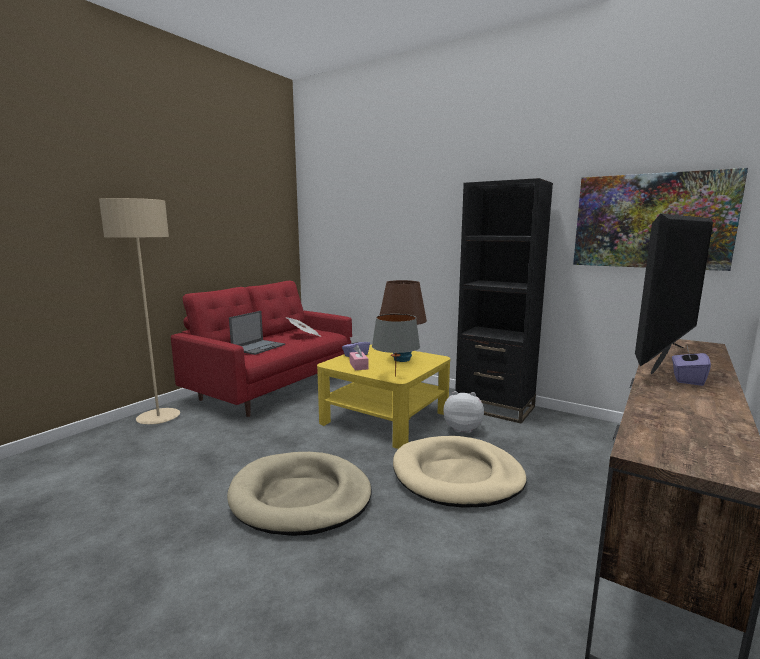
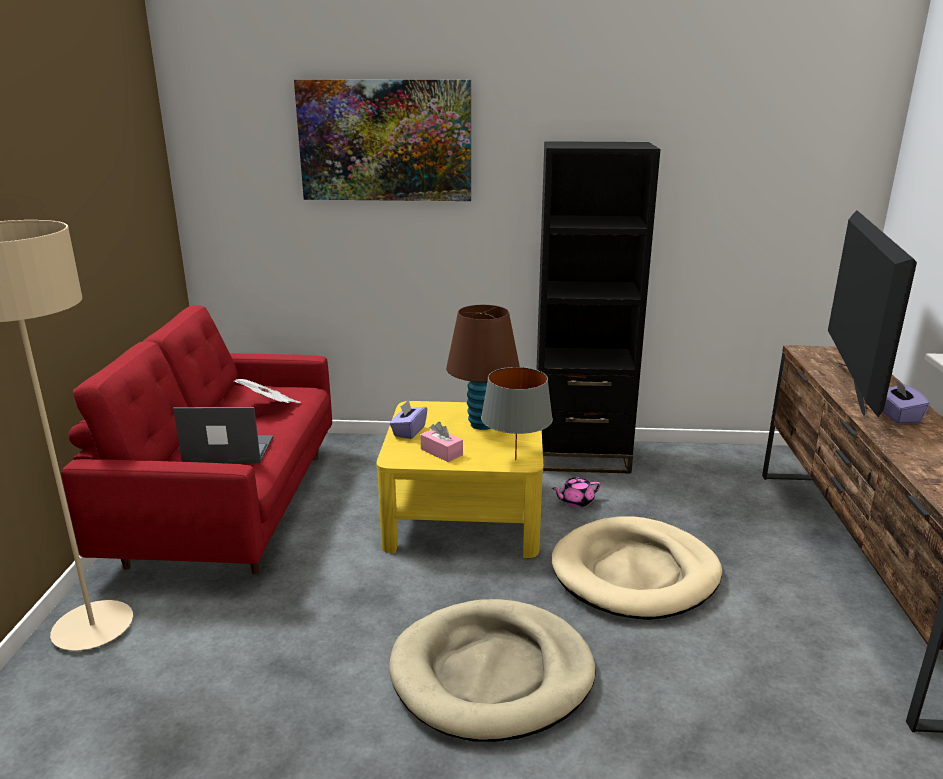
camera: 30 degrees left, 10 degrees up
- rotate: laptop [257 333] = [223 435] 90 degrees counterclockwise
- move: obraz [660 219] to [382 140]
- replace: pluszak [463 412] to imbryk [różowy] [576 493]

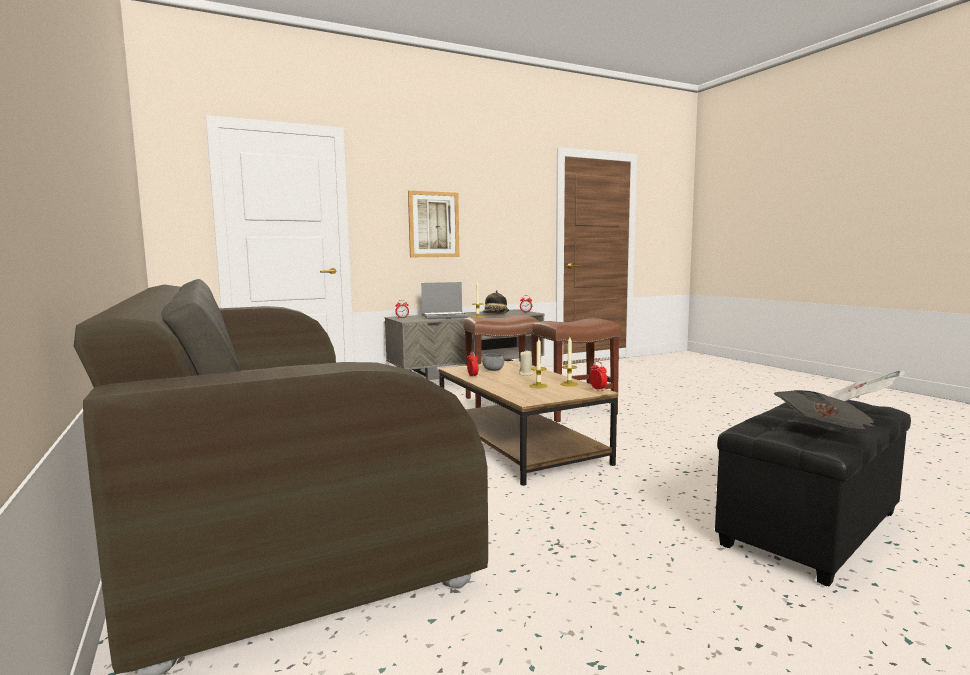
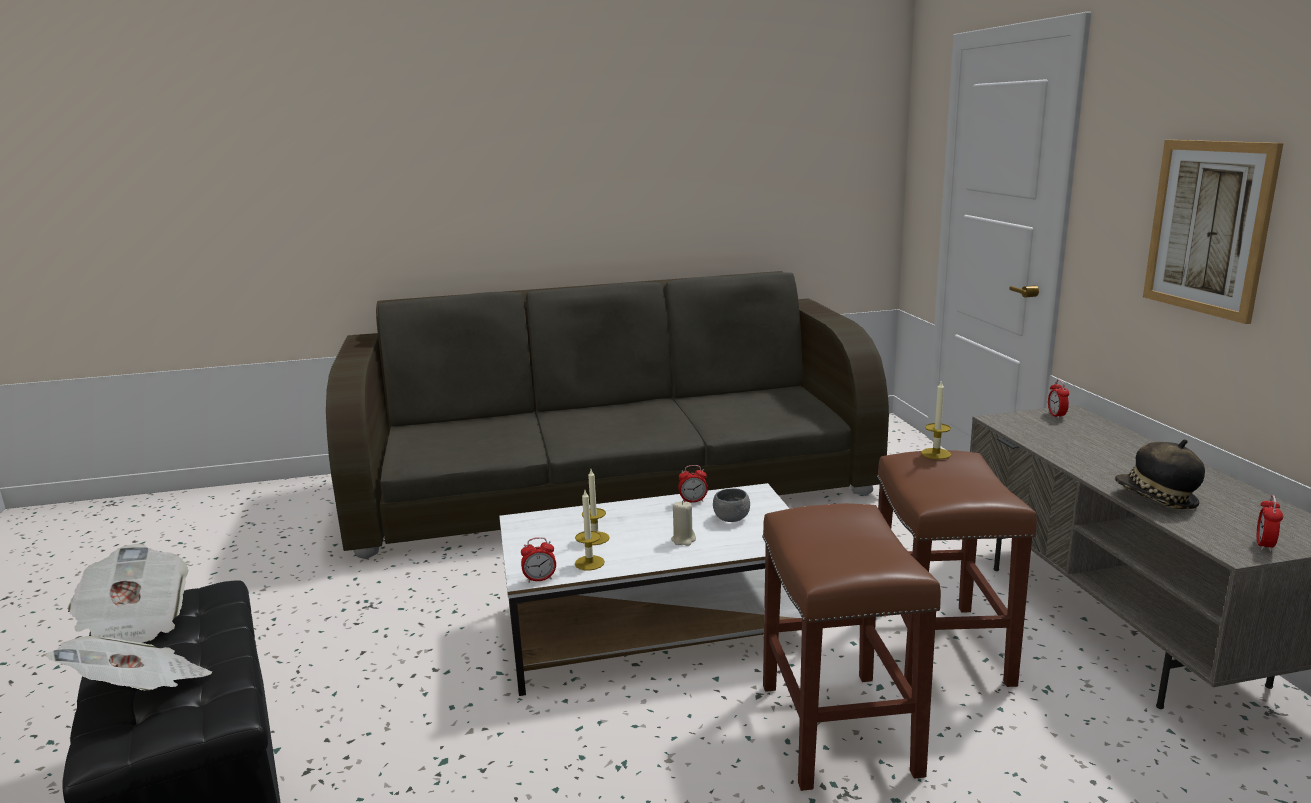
camera: 105 degrees right, 10 degrees up
- recolor: ława [brązowy] [528 423] to ława [biały] [650 589]
- delete: laptop [445 300]

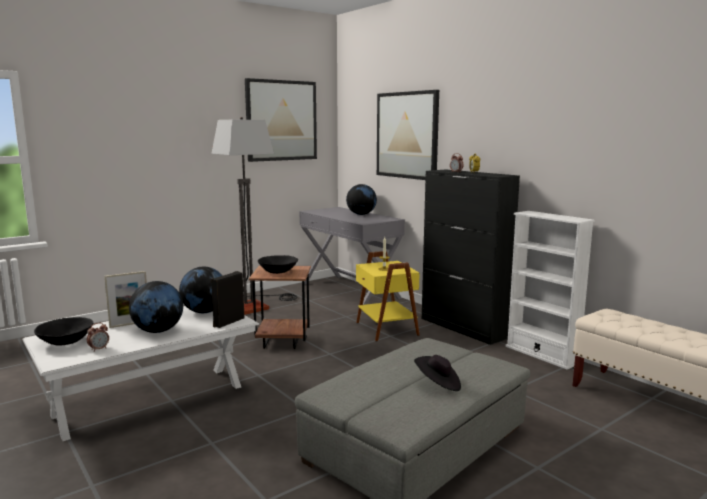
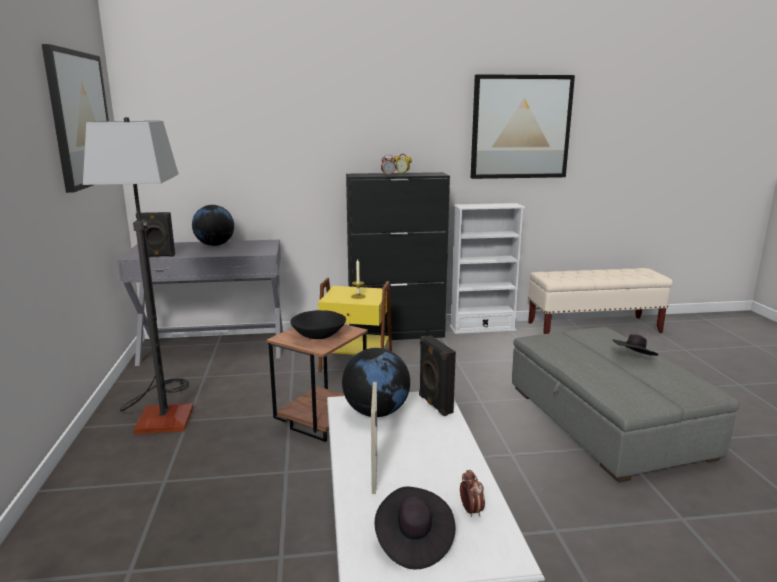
camera: 60 degrees left, 5 degrees up
- insert: głośnik [czarny] [155 234]
- replace: miska [czarny] [63 331] to kapelusz [czarny] [415 528]
- move: obraz [408 135] to [523 126]
- delete: globus [156 307]

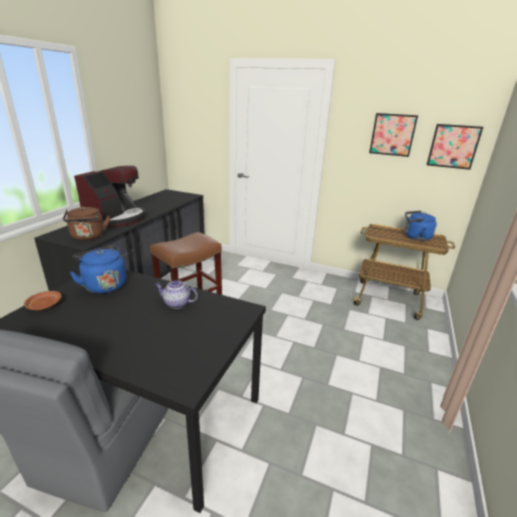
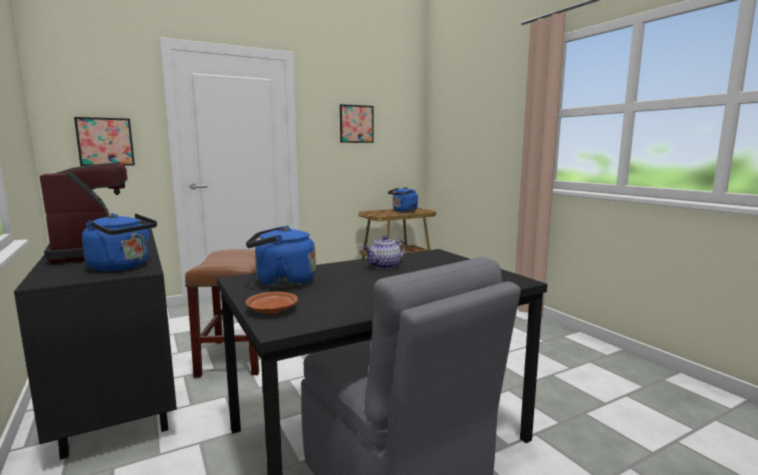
camera: 50 degrees left, 15 degrees down
- move: obraz [455 147] to [104 141]
- recolor: czajnik [brązowy] [86 223] to czajnik [niebieski] [119 242]

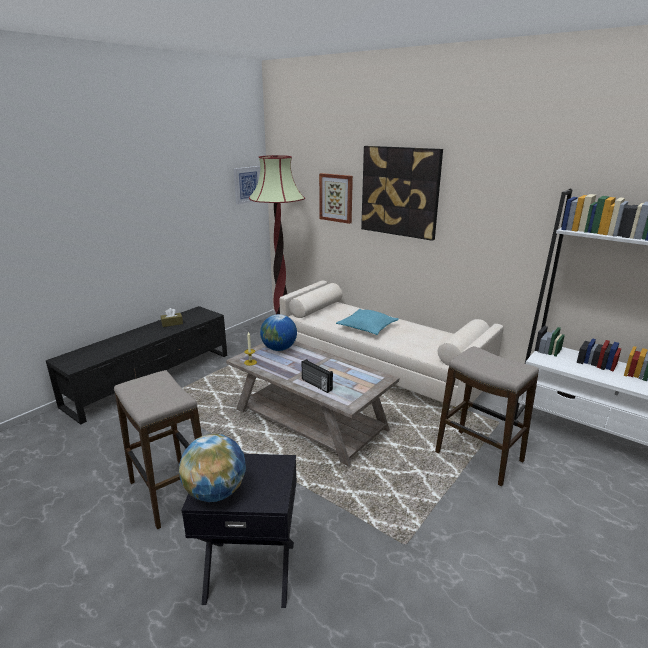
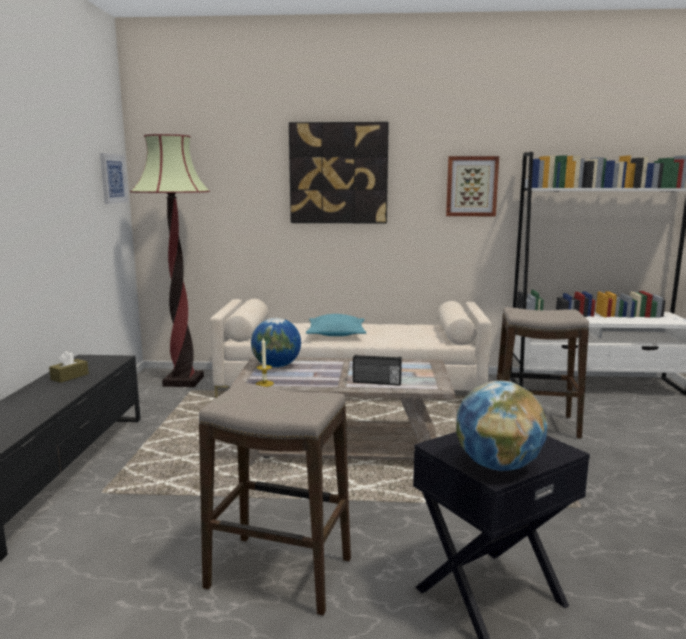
camera: 35 degrees left, 10 degrees down
- move: obraz [336 198] to [472 186]

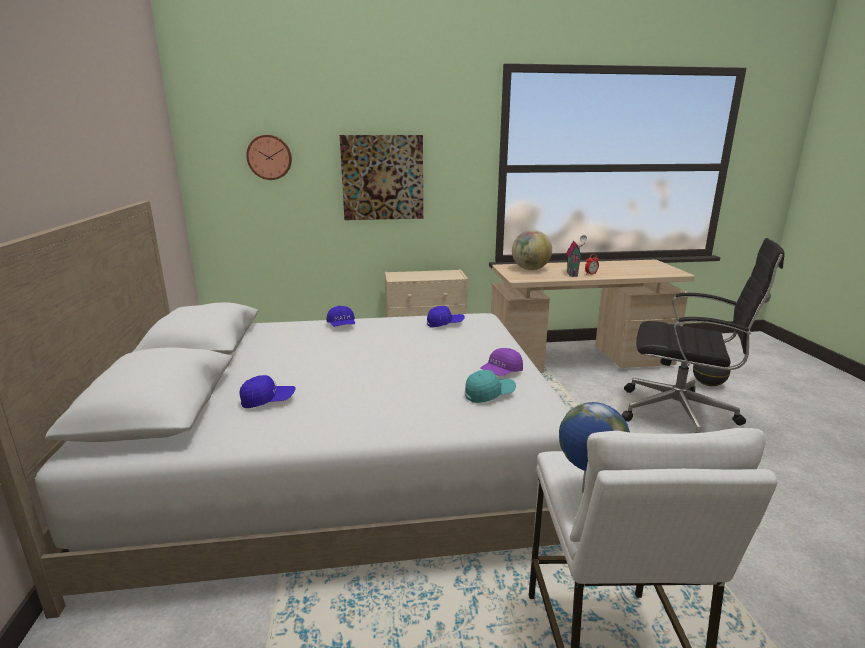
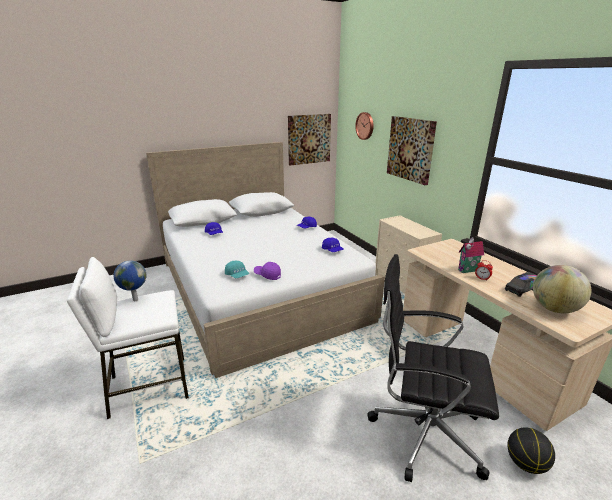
camera: 70 degrees right, 5 degrees up
- insert: obraz [309 139]
- rotate: krzesło biurowe [czarny] [703 335] = [433 368] 105 degrees clockwise
- insert: ciężarówka zabawkowa [521 284]
- move: globus [532 250] to [562 289]

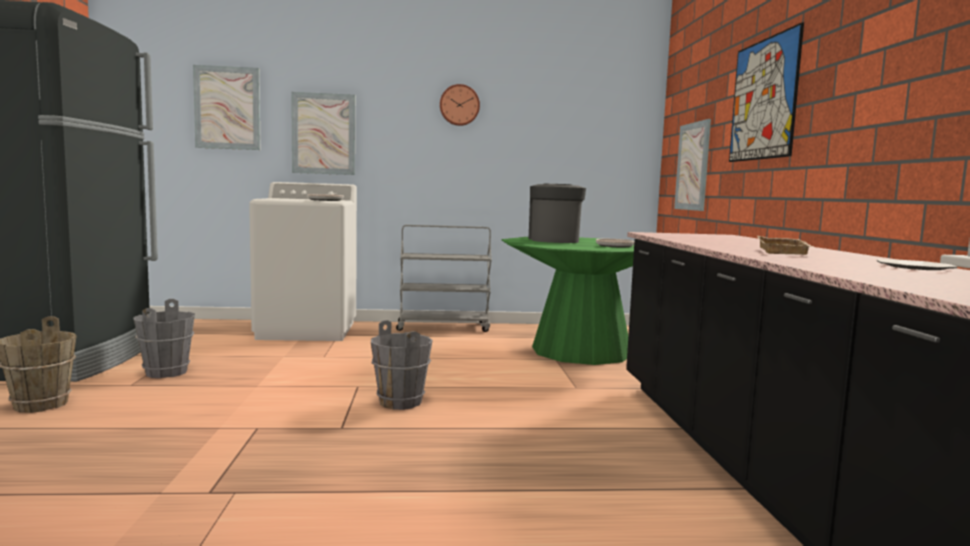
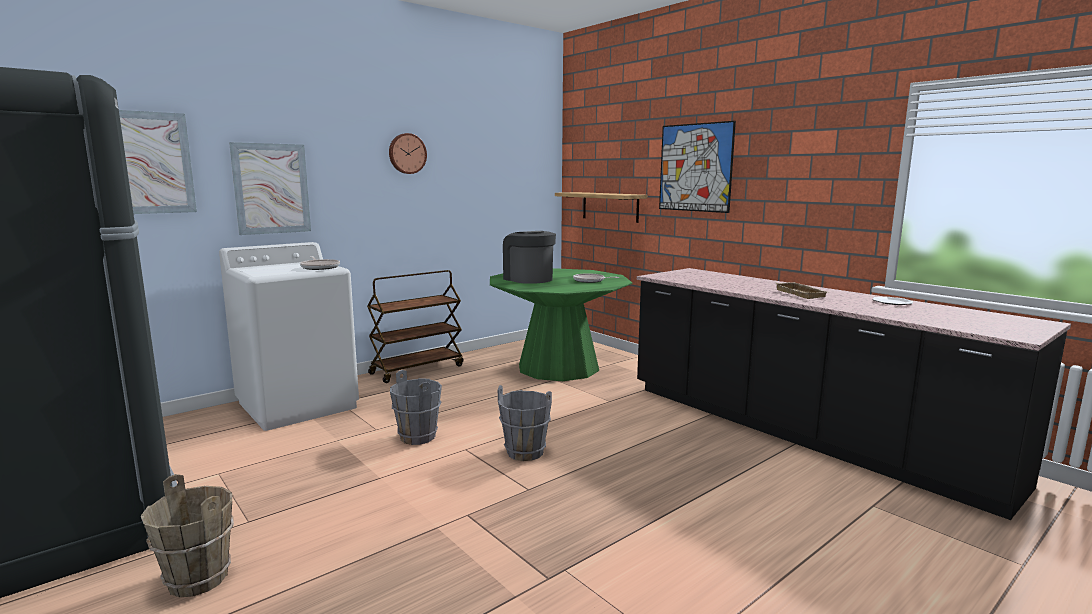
camera: 35 degrees left, 5 degrees up
- recolor: wózek [szary] [443 278] to wózek [brązowy] [415 326]
- move: wiadro [szary] [164 338] to [416 407]
- replace: obraz [692 165] to półka [601 207]

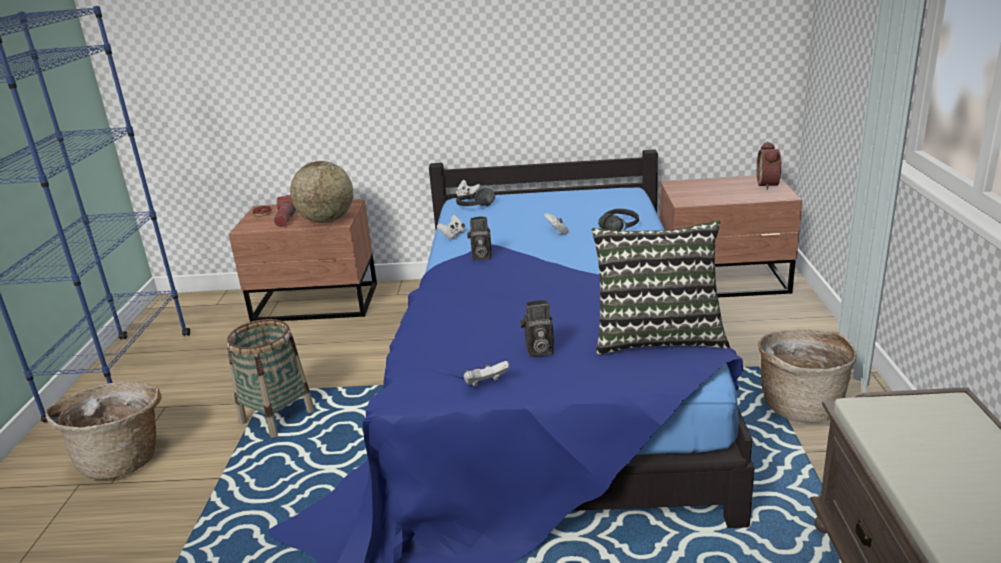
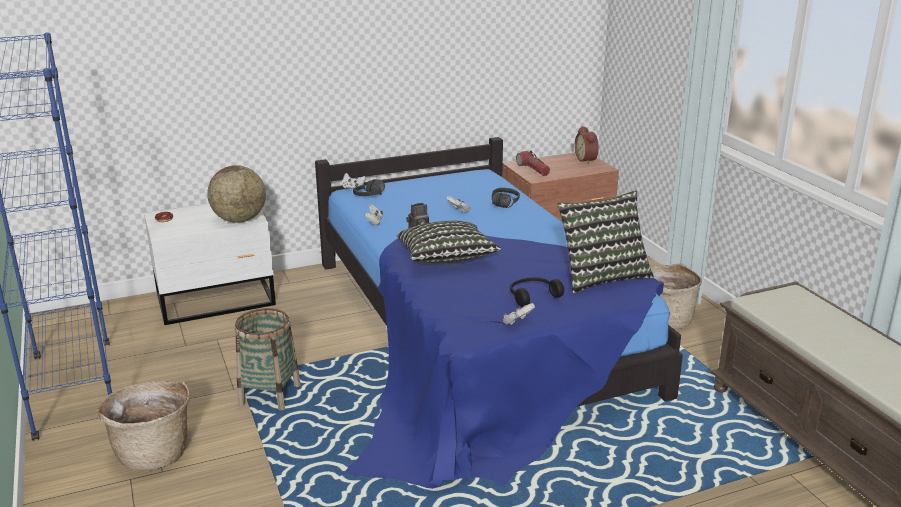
camera: 25 degrees left, 0 degrees up
- recolor: szafka nocna [brązowy] [303 260] to szafka nocna [biały] [210 264]
- insert: poduszka [449 242]
- replace: aparat fotograficzny [537 328] to słuchawki [czarny] [537 292]
- move: latarka [285 211] to [533 163]

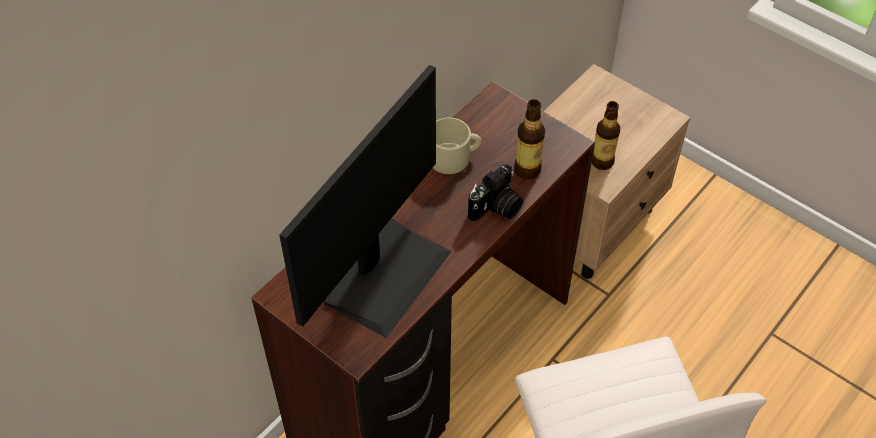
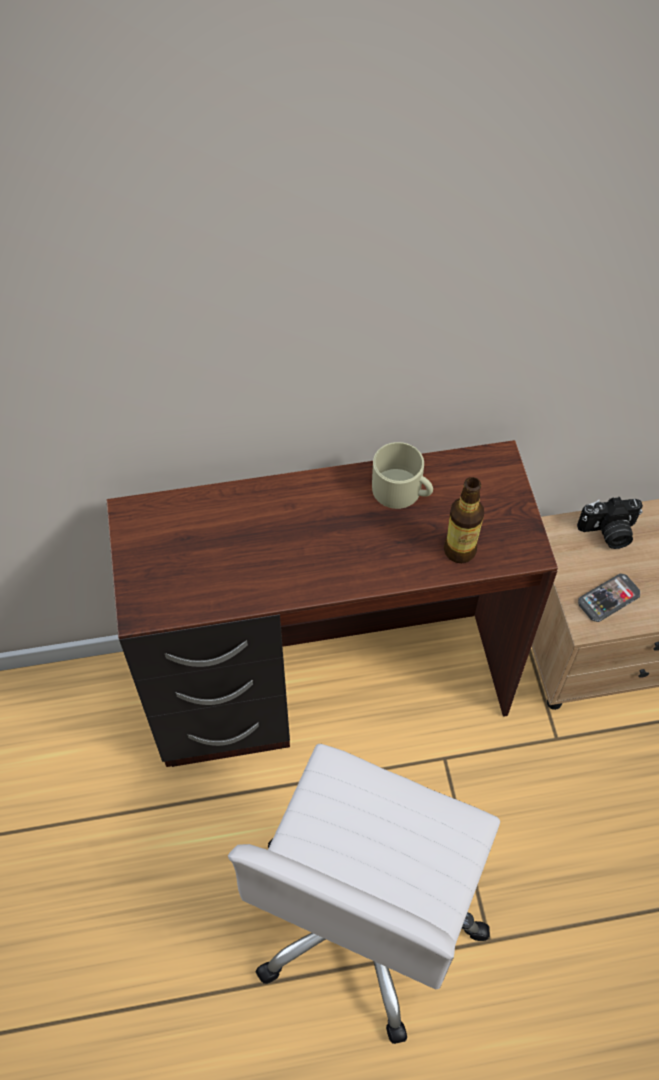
camera: 40 degrees right, 5 degrees up
- move: aparat fotograficzny [495 192] to [610 523]
- replace: butelka [606 135] to telefon [609 598]
- delete: monitor [365 201]

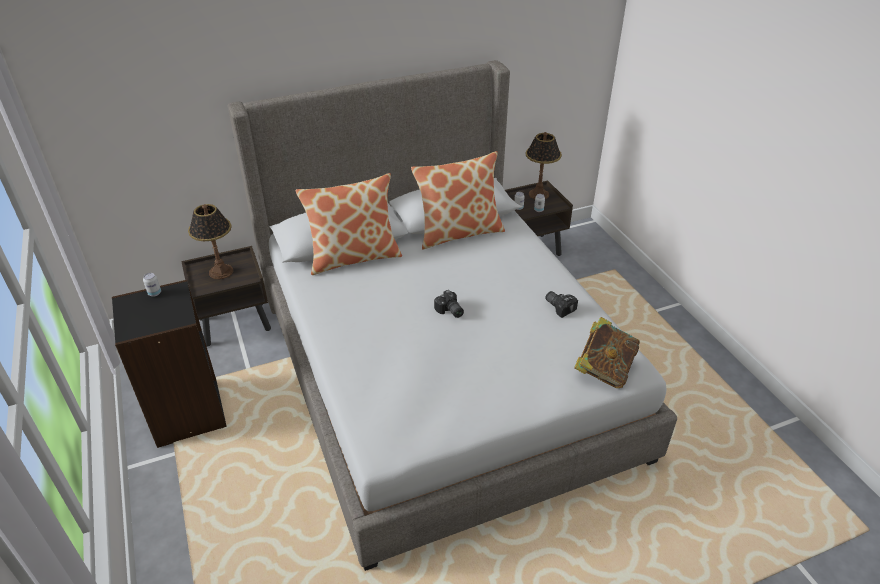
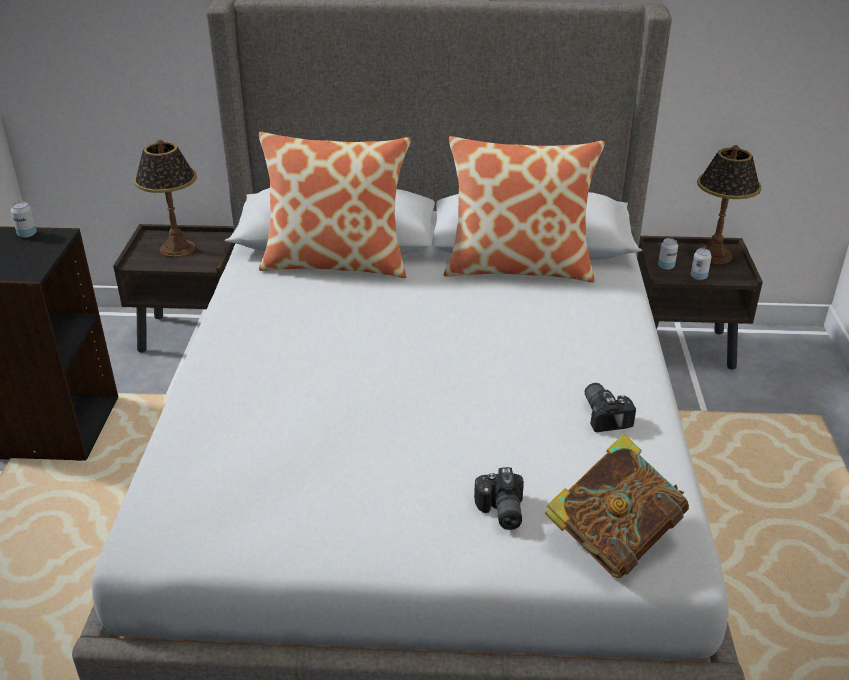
camera: 25 degrees right, 5 degrees down
- move: aparat fotograficzny [449 304] to [499 498]

